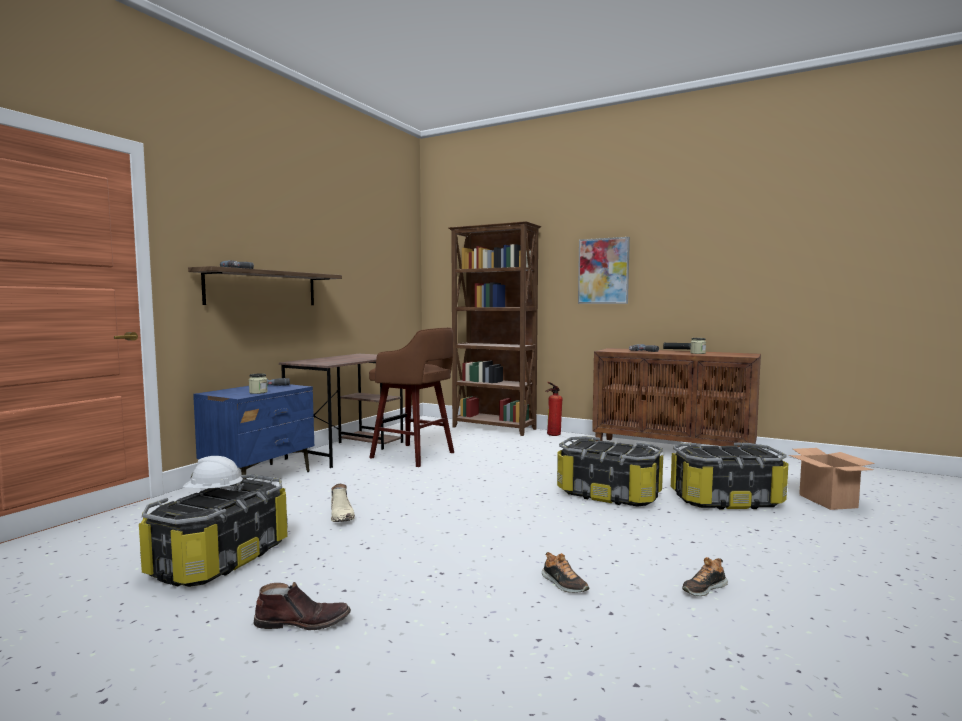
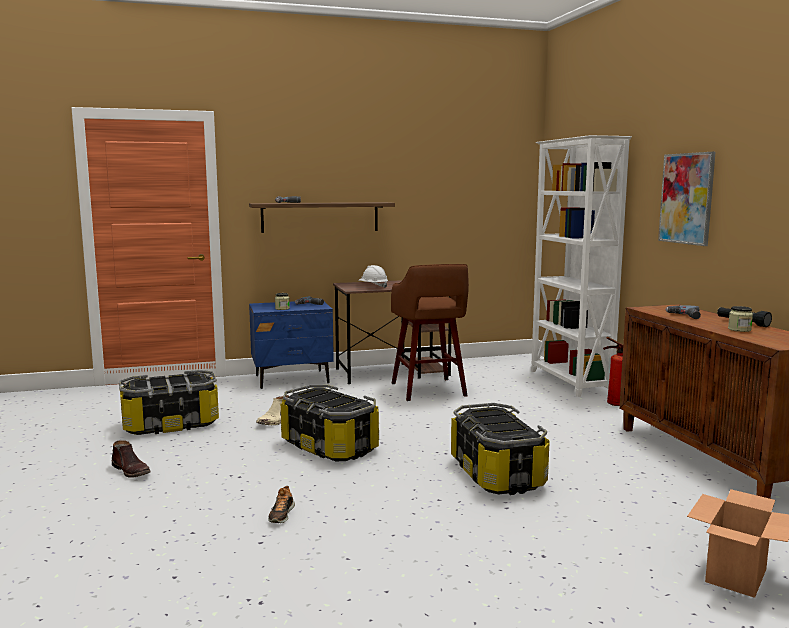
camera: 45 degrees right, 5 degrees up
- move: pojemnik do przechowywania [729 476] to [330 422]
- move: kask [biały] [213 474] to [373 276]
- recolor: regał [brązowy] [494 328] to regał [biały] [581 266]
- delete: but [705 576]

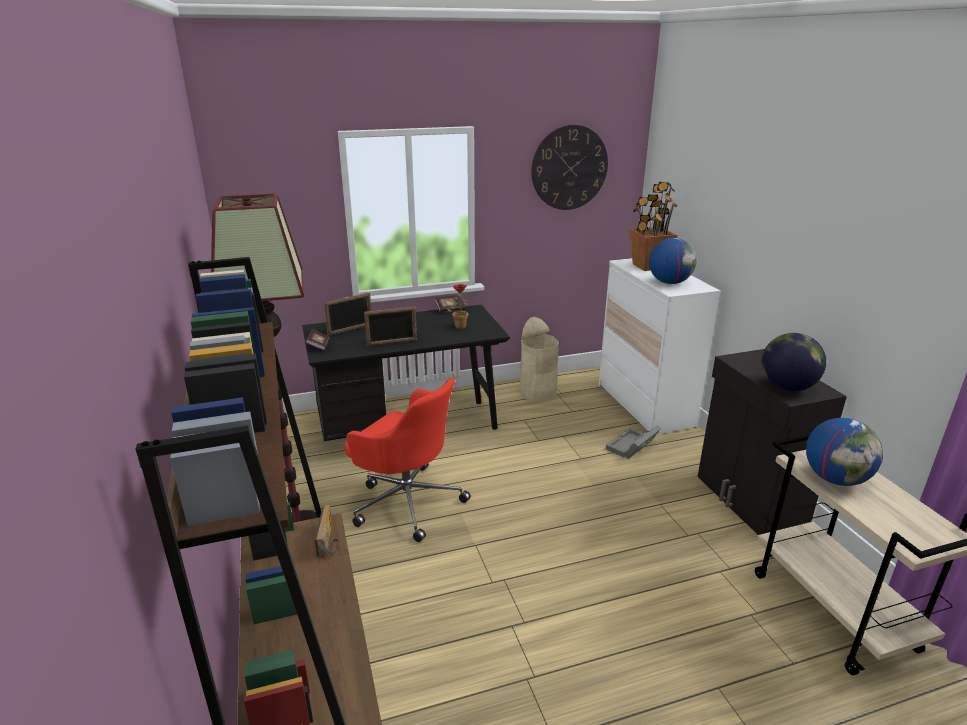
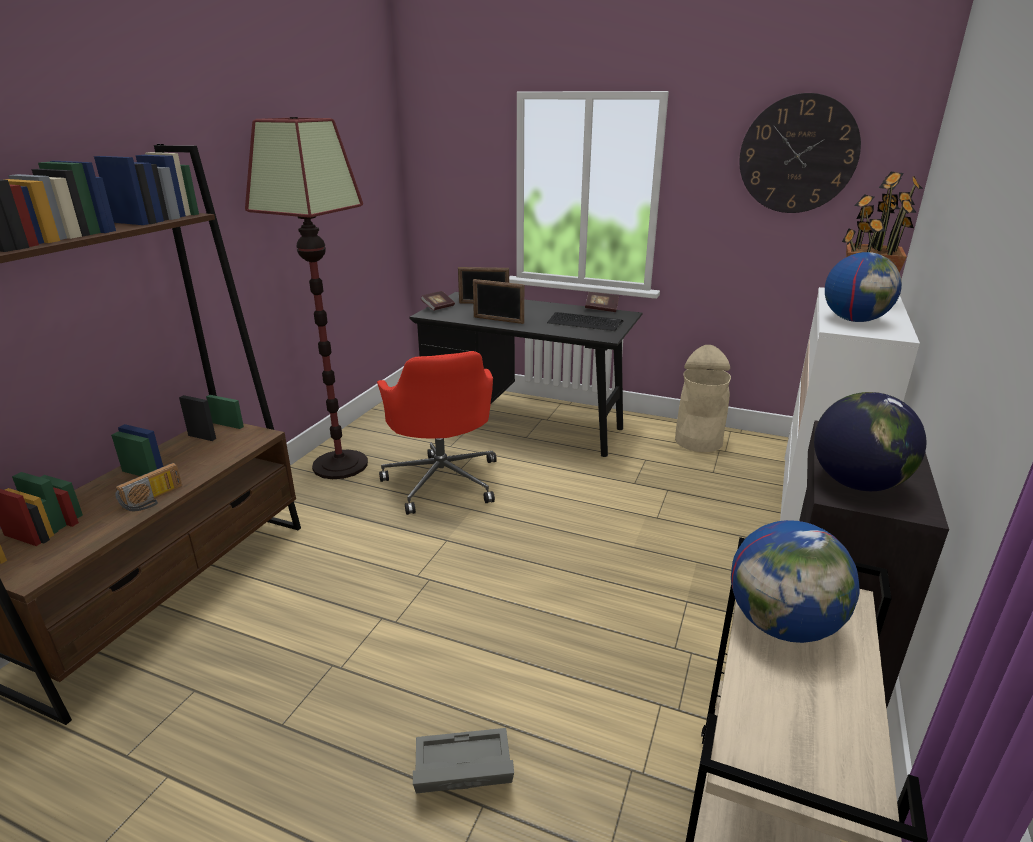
camera: 40 degrees right, 0 degrees up
- move: radio [327 531] to [148 487]
- move: pojemnik do przechowywania [szary] [633 442] to [463 760]
- replace: roślina doniczkowa [458 306] to klawiatura [585 321]

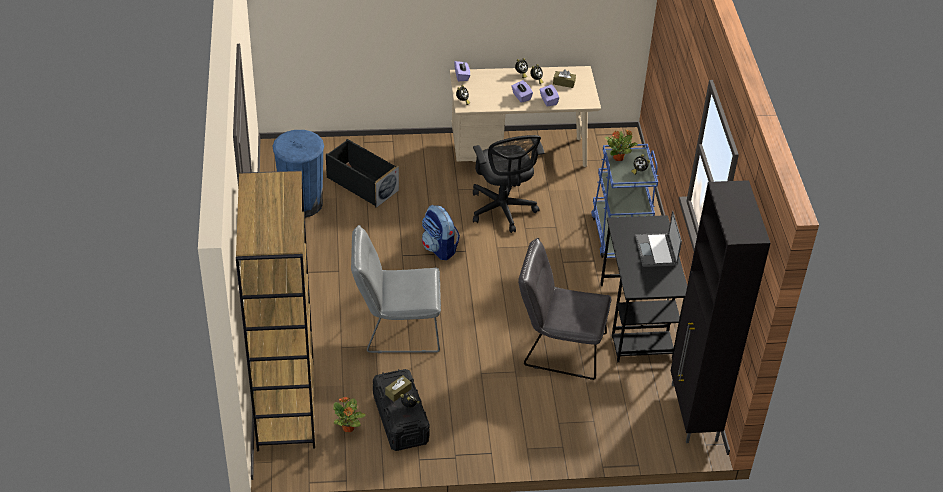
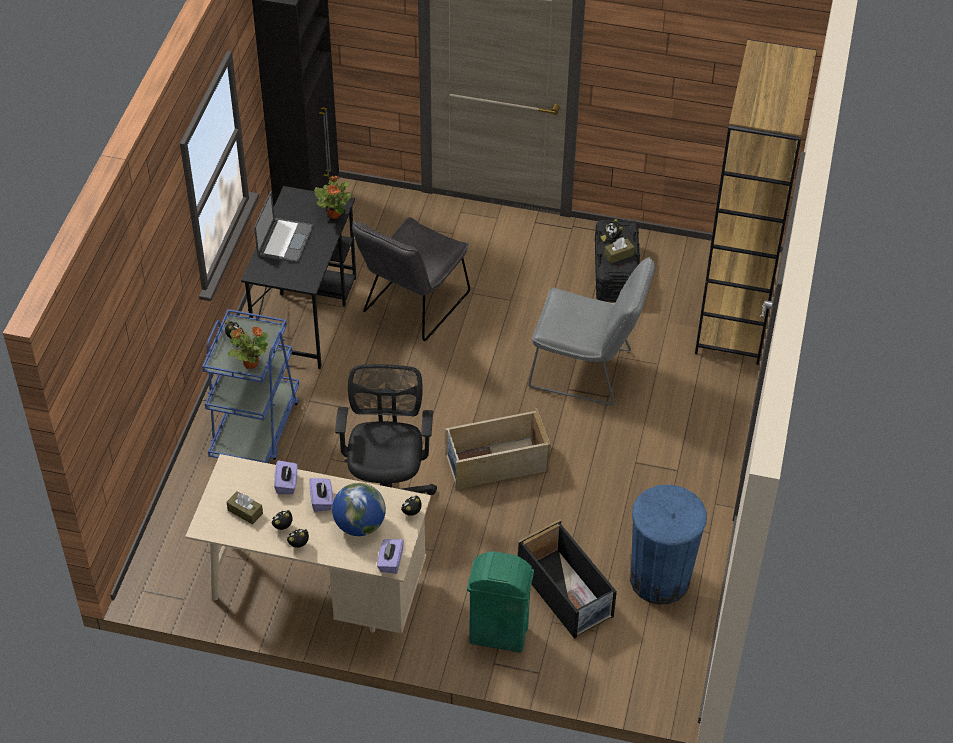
camera: 160 degrees left, 5 degrees up
- move: roślina doniczkowa [349 414] to [333 197]
- insert: globus [359 509]
- rotate: krzesło [szary] [564 309] = [411 279] 90 degrees clockwise
- replace: plecak [441 232] to pojemnik do przechowywania [beżowy] [497 449]
- insert: kosz na śmieci [zielony] [500 602]

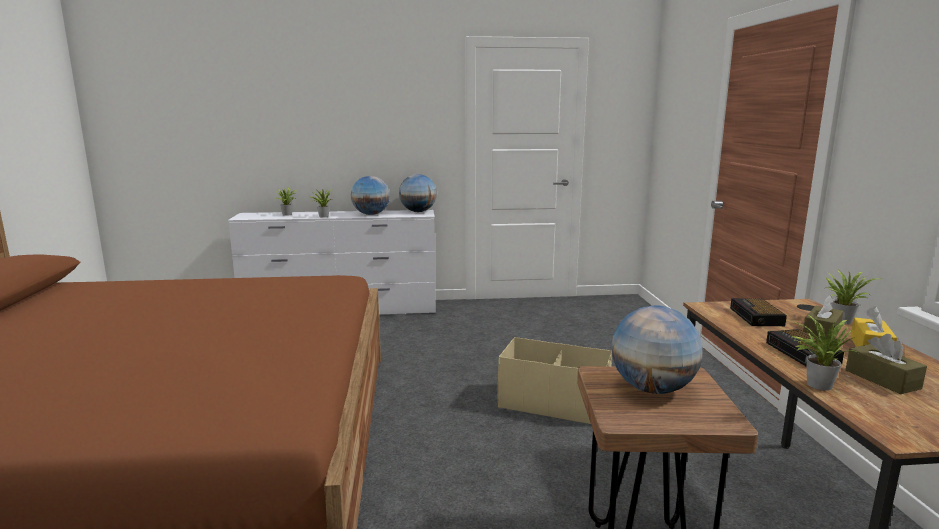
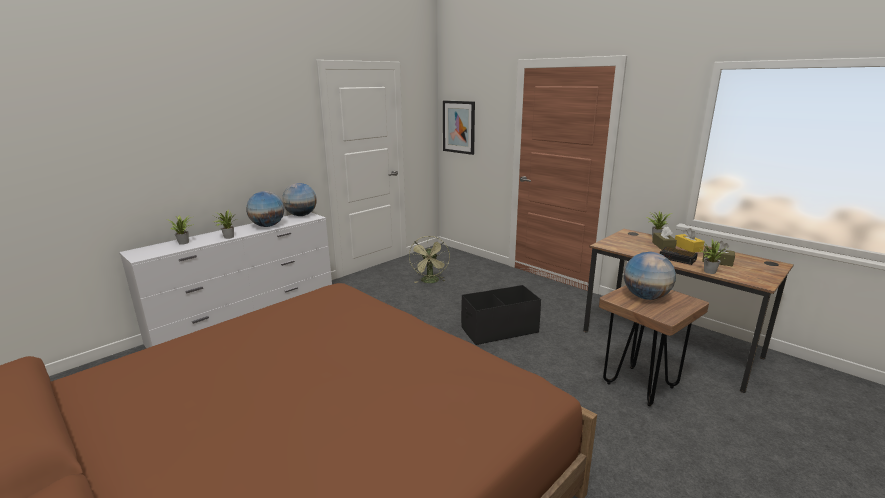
camera: 40 degrees left, 5 degrees up
- insert: wentylator [zielony] [429 259]
- insert: obraz [459 128]
- recolor: pojemnik do przechowywania [beżowy] [555 380] to pojemnik do przechowywania [czarny] [501 315]
- delete: budzik [758 312]

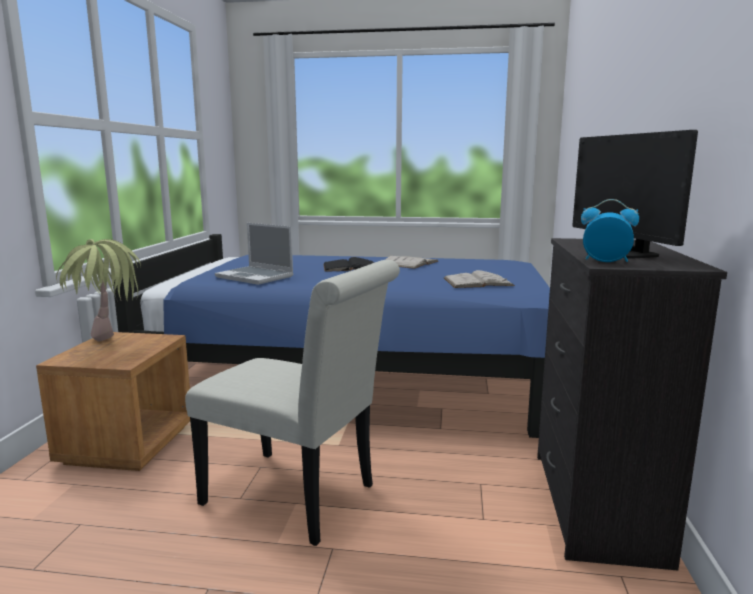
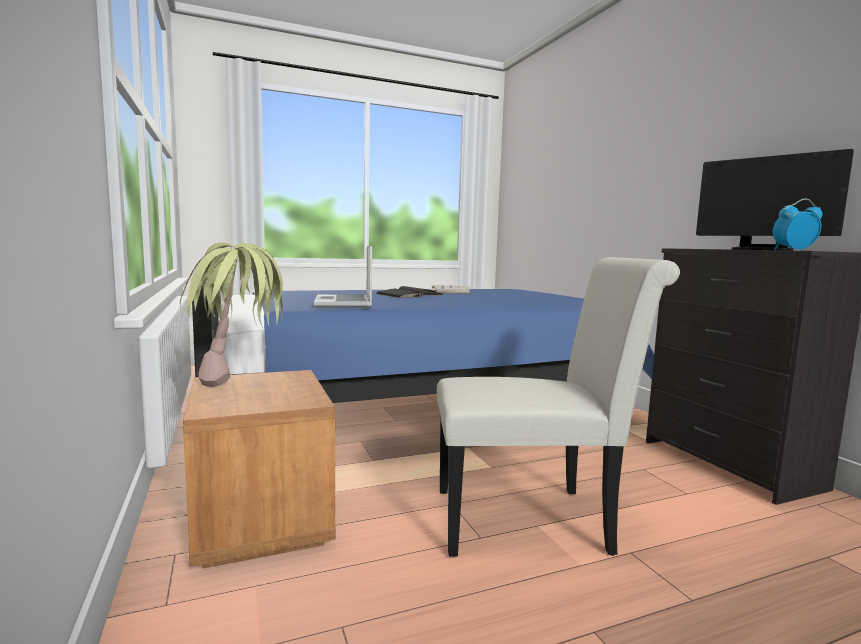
camera: 30 degrees left, 5 degrees down
- rotate: laptop [254 254] = [343 277] 75 degrees clockwise
- delete: książka [biały] [479 279]

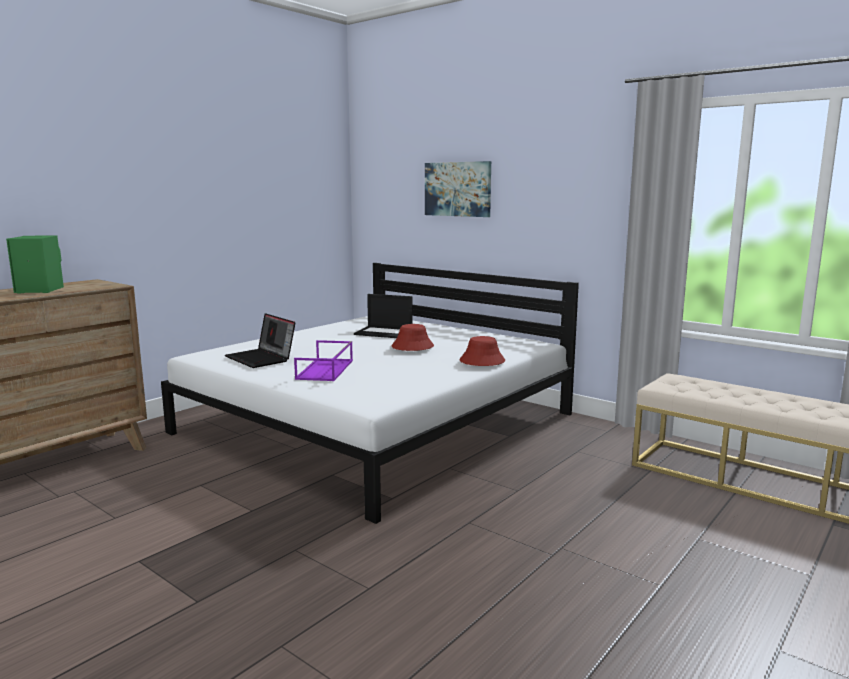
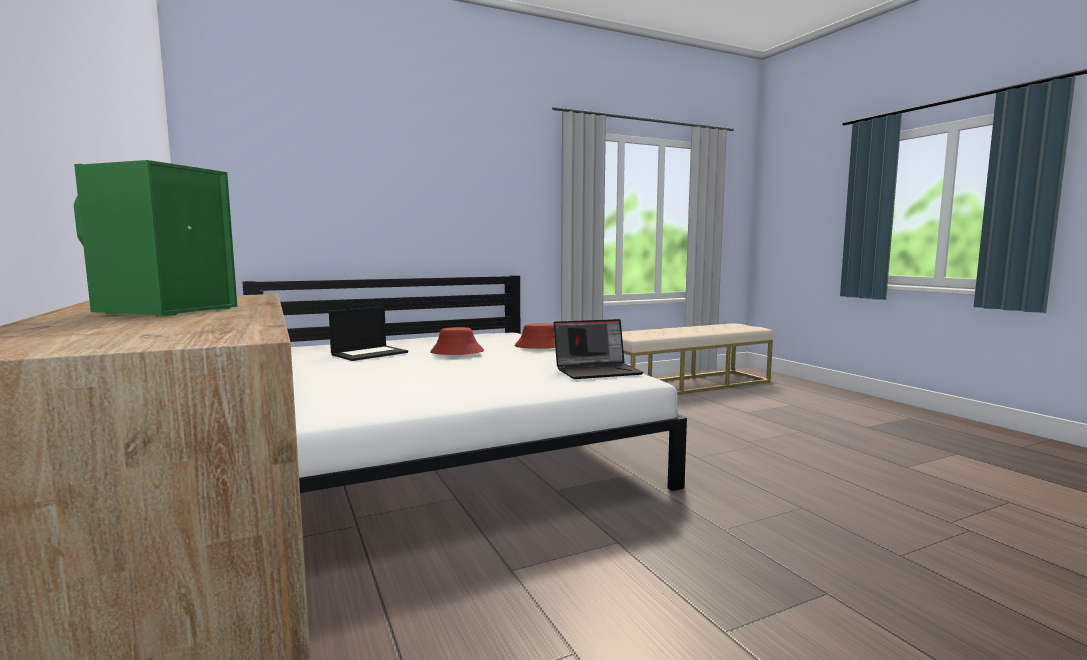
camera: 65 degrees left, 5 degrees down
- move: laptop [260 340] to [599 349]
- delete: taca [fioletowy] [323 360]
- delete: obraz [458 189]

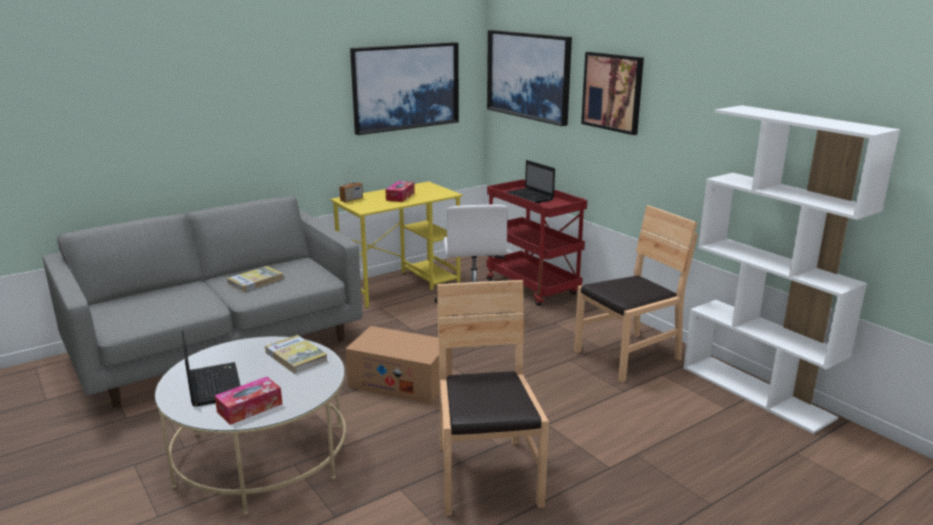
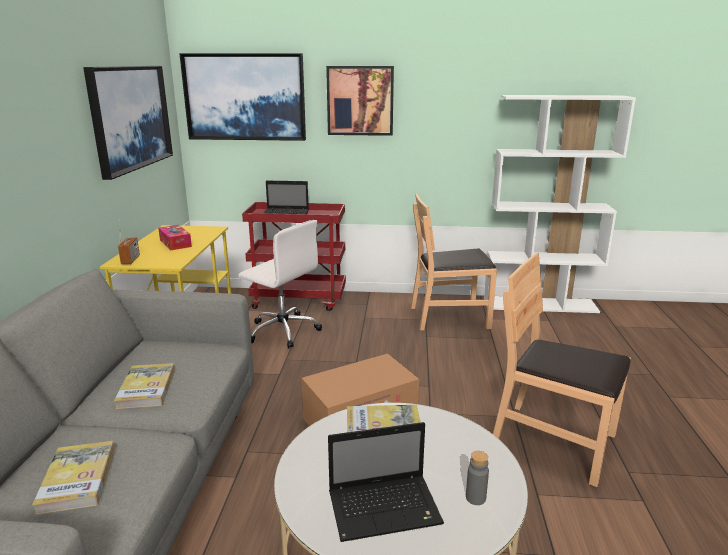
camera: 50 degrees left, 0 degrees up
- insert: książka [73 478]
- rotate: laptop [211 368] = [386 482] 150 degrees clockwise
- rotate: krzesło [brązowy] [636 294] = [454 262] 105 degrees counterclockwise
- replace: pudełko chusteczek [248 401] to butelka [szary] [477 478]

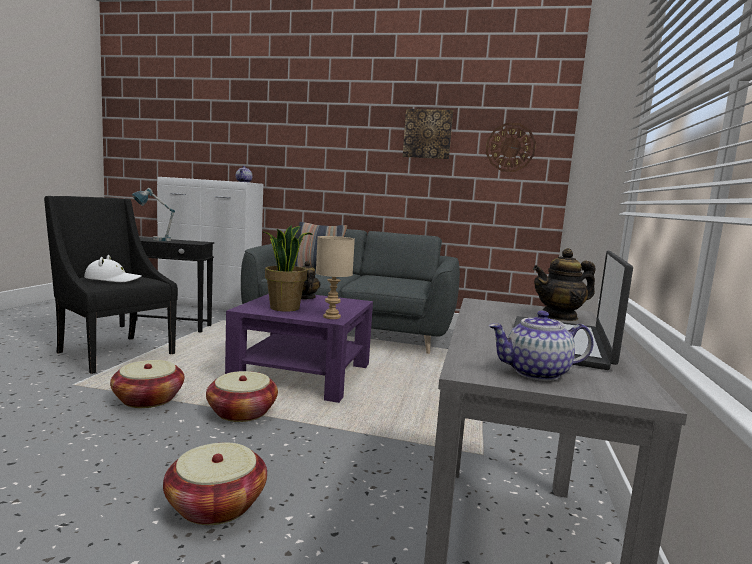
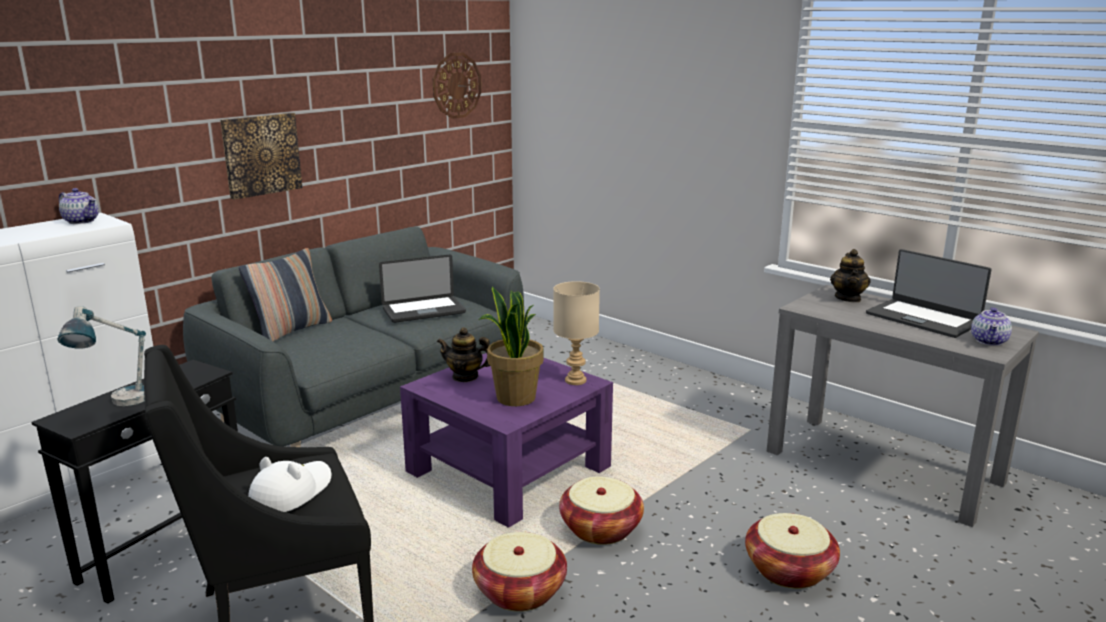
camera: 60 degrees left, 10 degrees up
- move: obraz [428 134] to [261 156]
- insert: laptop [422 289]

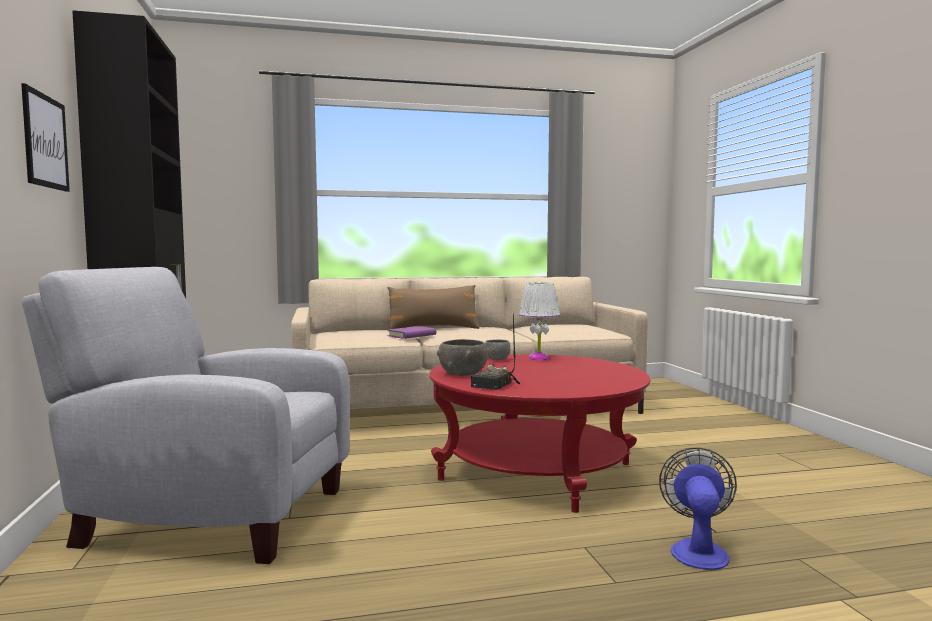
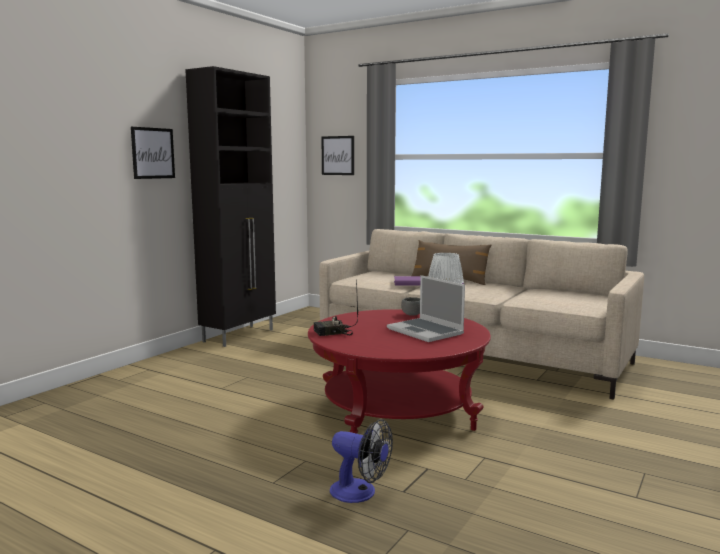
camera: 45 degrees right, 5 degrees up
- insert: obraz [338 155]
- rotate: wentylator [698 508] = [361 461] 60 degrees clockwise
- insert: laptop [426 308]
- delete: fotel [szary] [186 415]
- delete: miska [szary] [463 357]

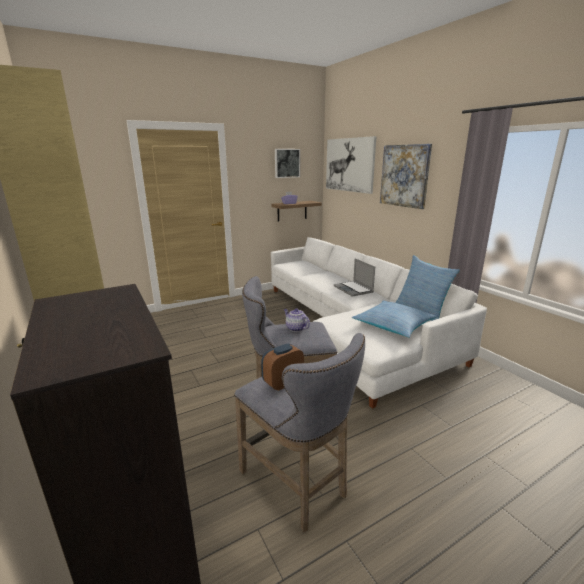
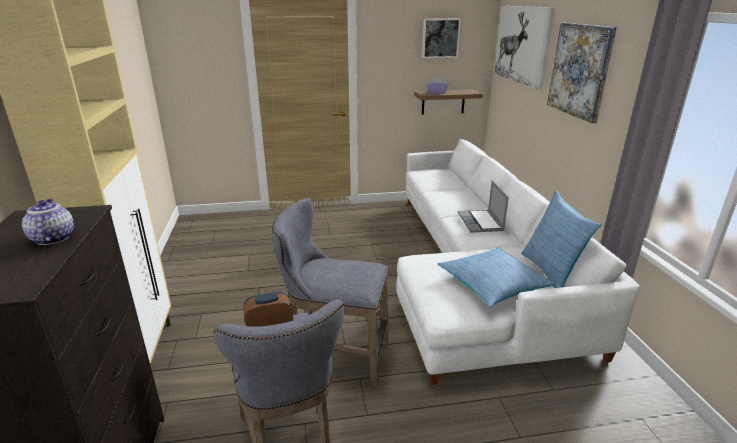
camera: 20 degrees right, 5 degrees up
- move: imbryk [297 320] to [48 222]

